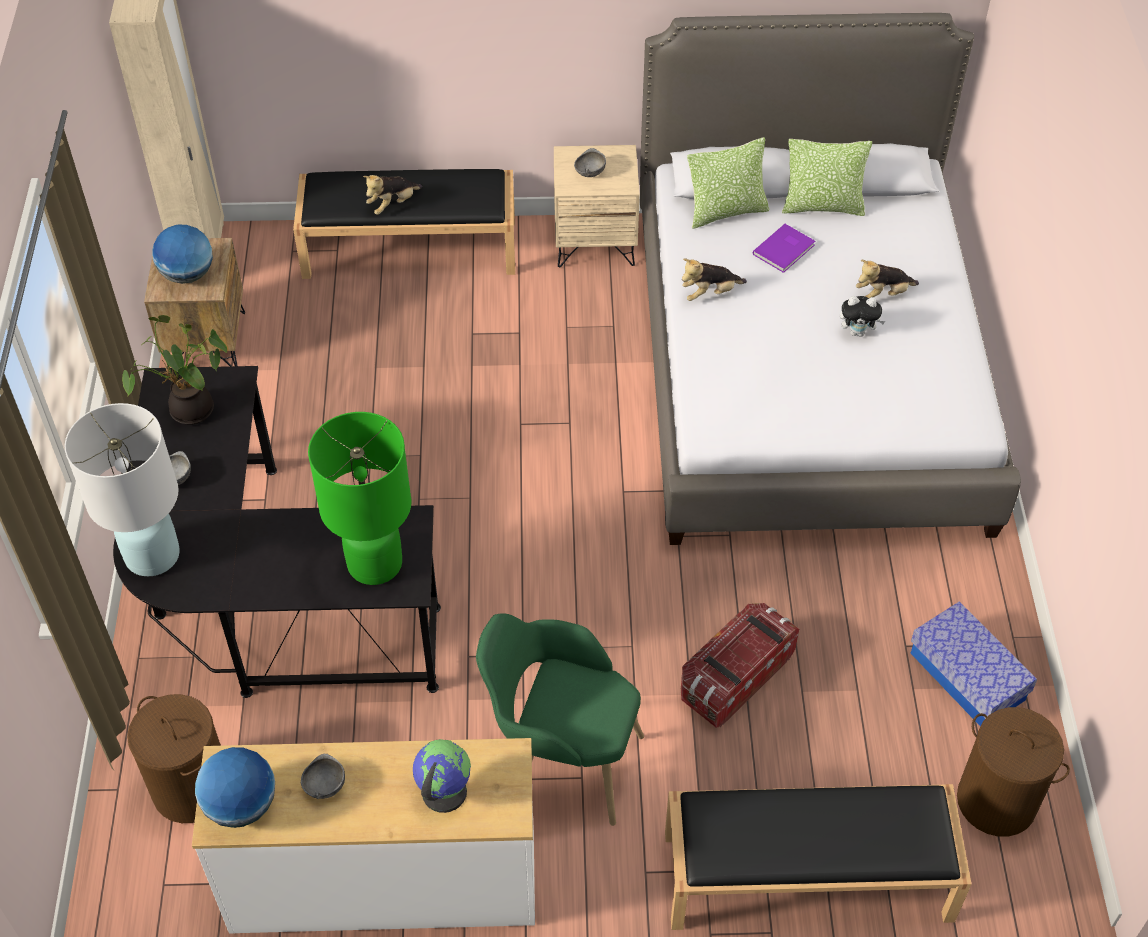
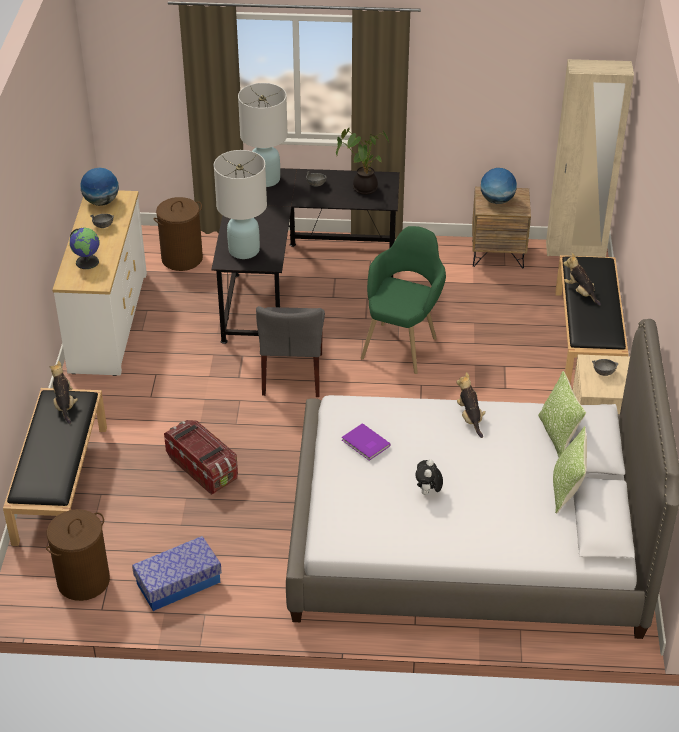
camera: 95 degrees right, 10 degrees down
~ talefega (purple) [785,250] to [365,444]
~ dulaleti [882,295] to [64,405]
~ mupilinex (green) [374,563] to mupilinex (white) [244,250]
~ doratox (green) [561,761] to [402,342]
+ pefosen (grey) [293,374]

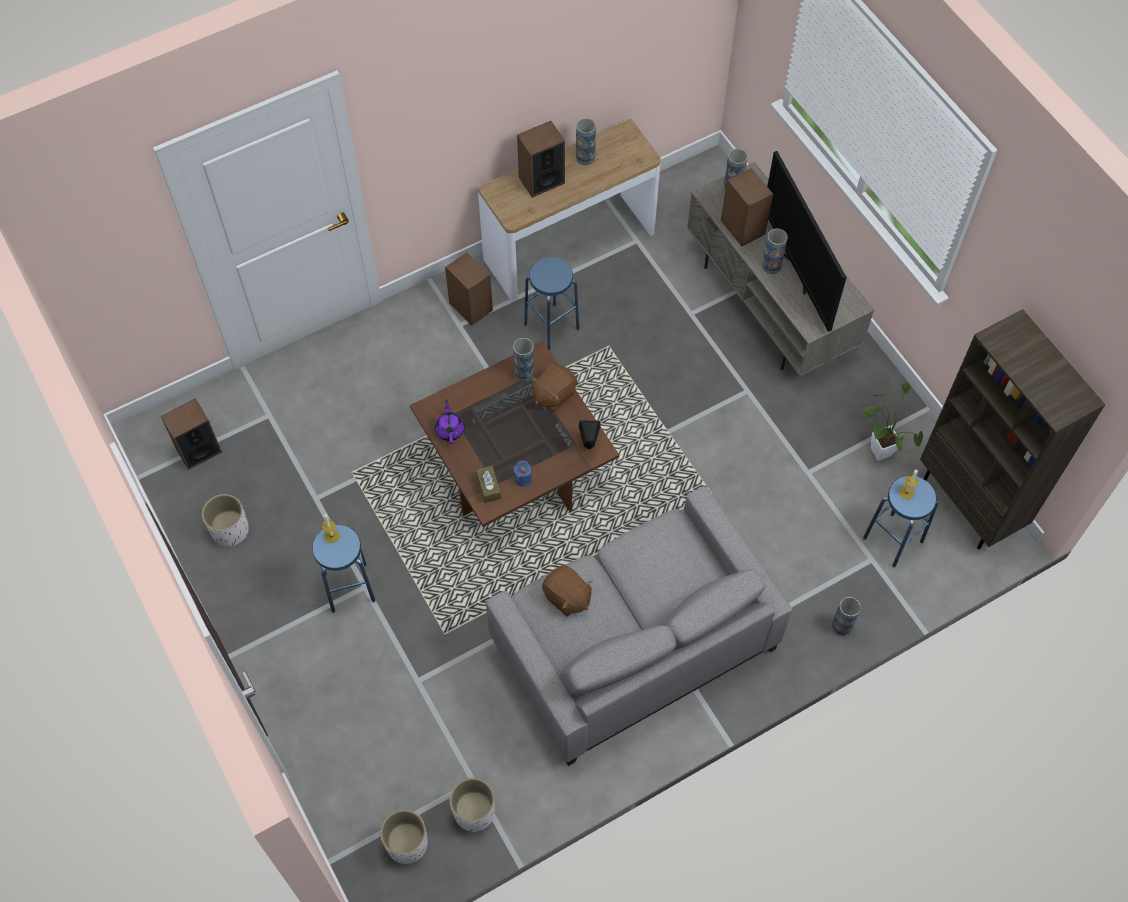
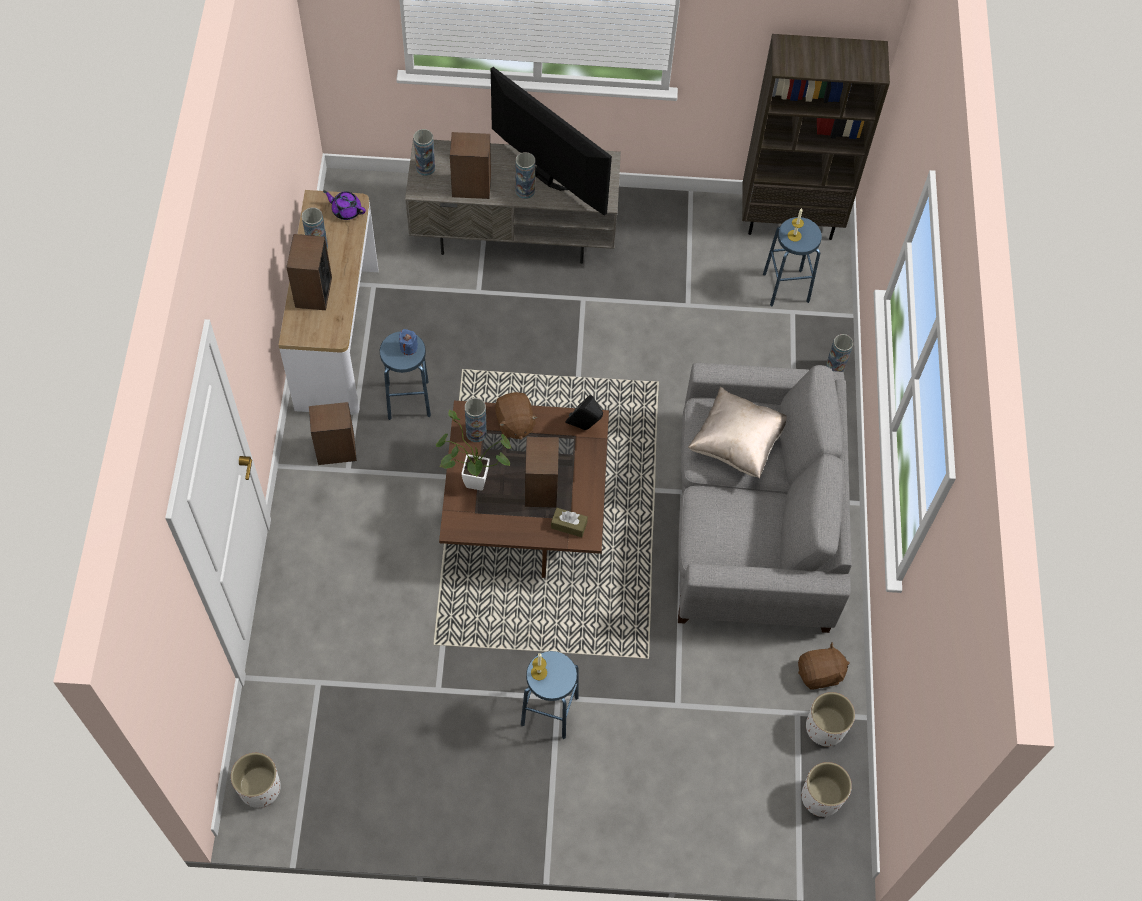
camera: 60 degrees left, 0 degrees up
~ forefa [798,272] = [546,177] 150 degrees counterclockwise
~ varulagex [878,448] to [471,481]
~ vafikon [198,450] to [540,489]
~ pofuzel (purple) [450,429] to [346,210]
~ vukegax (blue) [523,479] to [408,347]
~ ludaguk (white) [230,530] to [260,788]
~ dulaleti (brown) [567,597] to [820,674]
+ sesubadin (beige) [736,443]

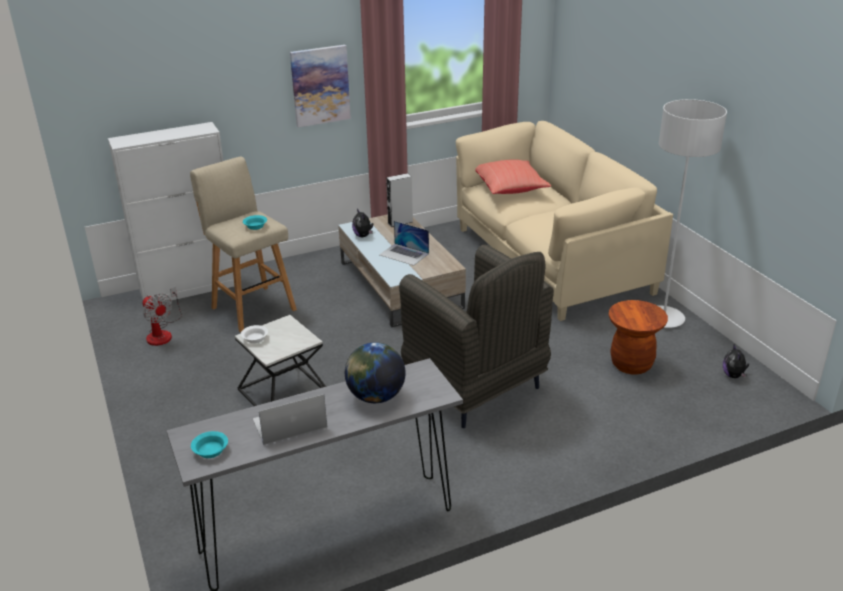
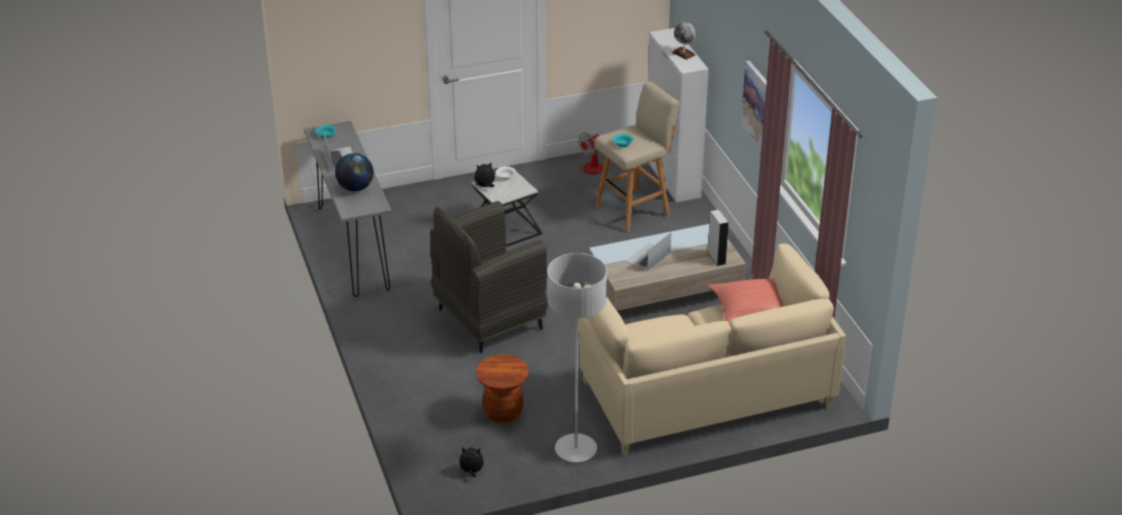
camera: 95 degrees right, 5 degrees up
~ dulaleti [363,236] to [485,186]
+ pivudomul [683,54]

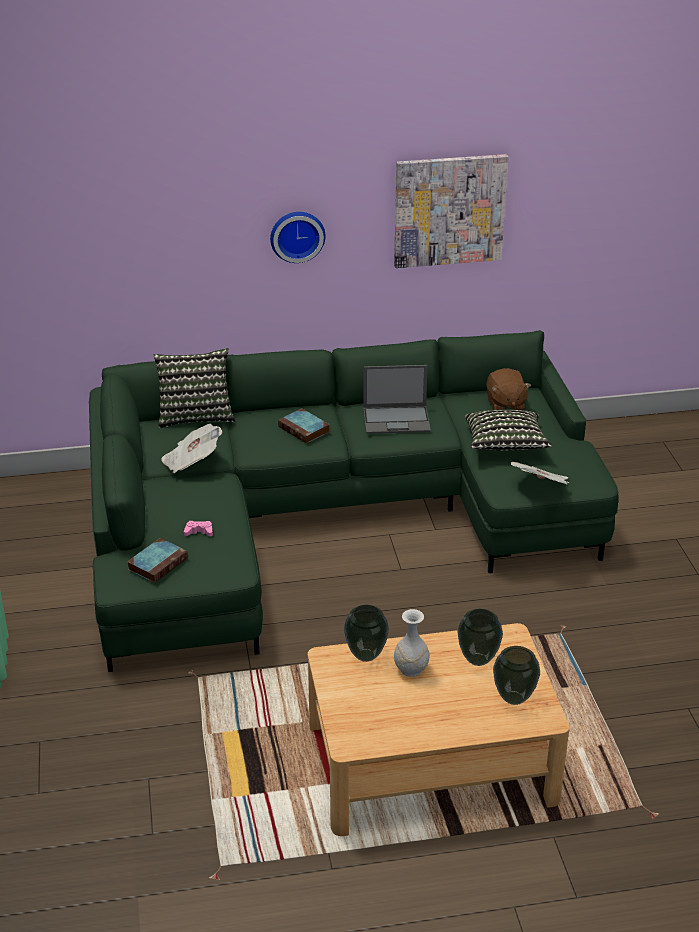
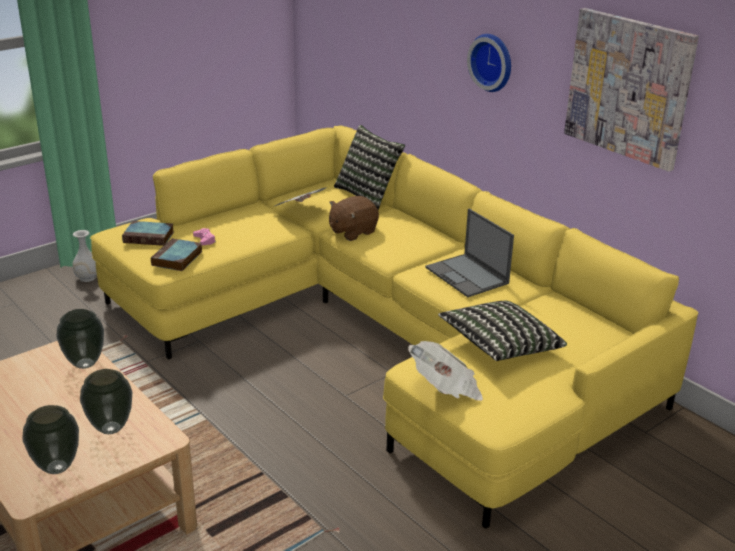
camera: 60 degrees right, 5 degrees down
~ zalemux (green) [326,518] to zalemux (yellow) [383,333]
~ dulaleti (brown) [505,404] to [352,232]
~ talefega [305,429] to [177,259]
~ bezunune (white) [410,669] to [87,278]

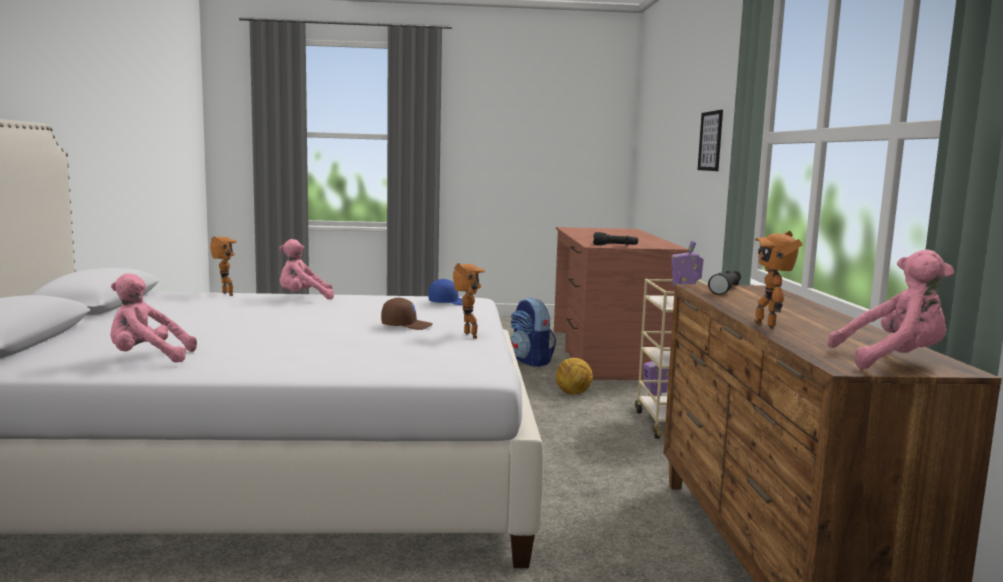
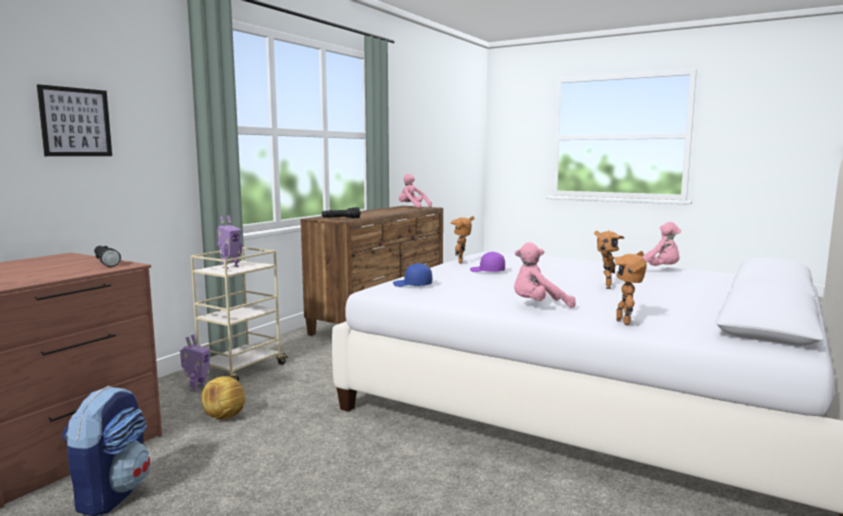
camera: 145 degrees left, 0 degrees up
~ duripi [768,324] to [605,287]
~ dulaleti (pink) [303,298] = [538,306] 150 degrees clockwise
~ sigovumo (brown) [406,326] to sigovumo (purple) [487,271]

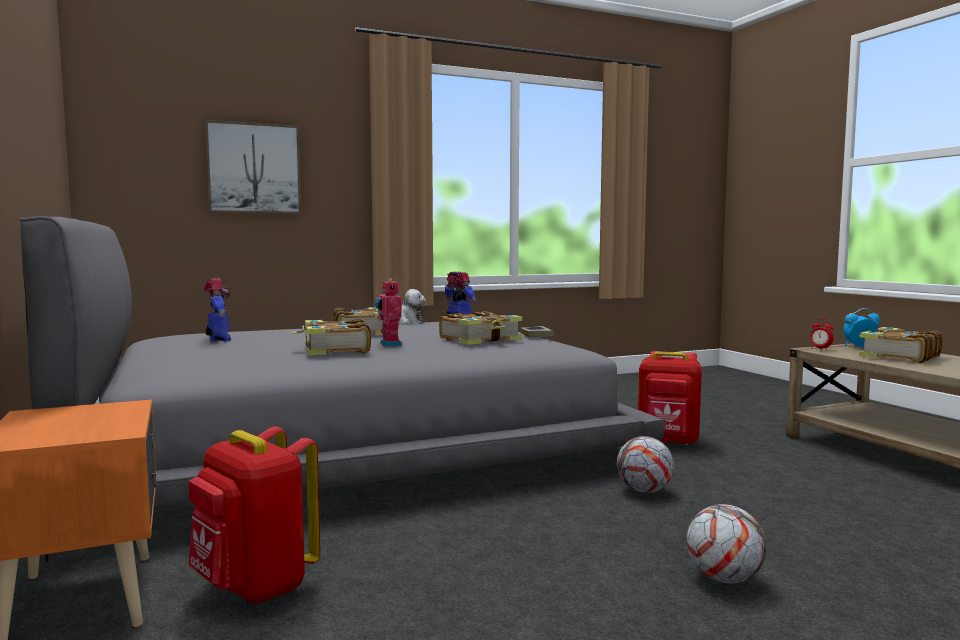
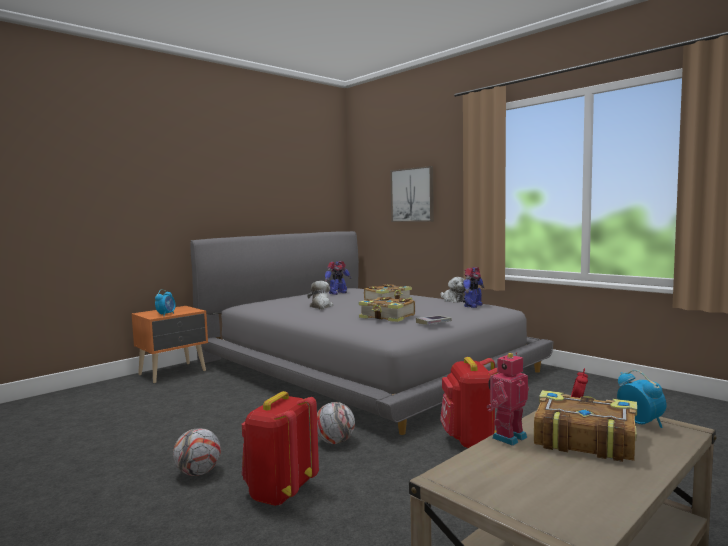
camera: 70 degrees right, 0 degrees up
~ duripi [389,344] to [507,437]
~ talefega [334,350] to dulaleti [321,306]
~ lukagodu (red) [255,587] to [280,493]
+ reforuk [166,314]

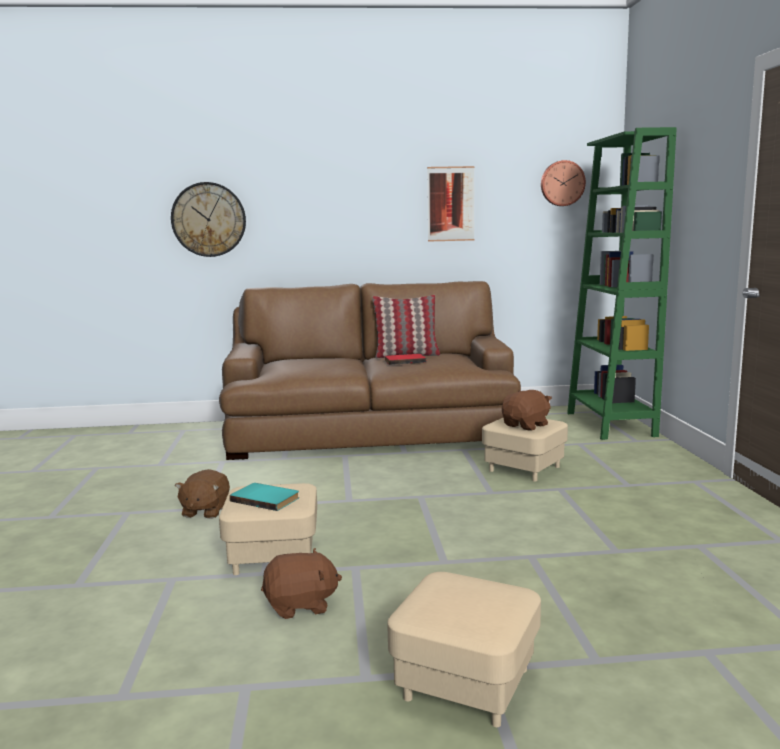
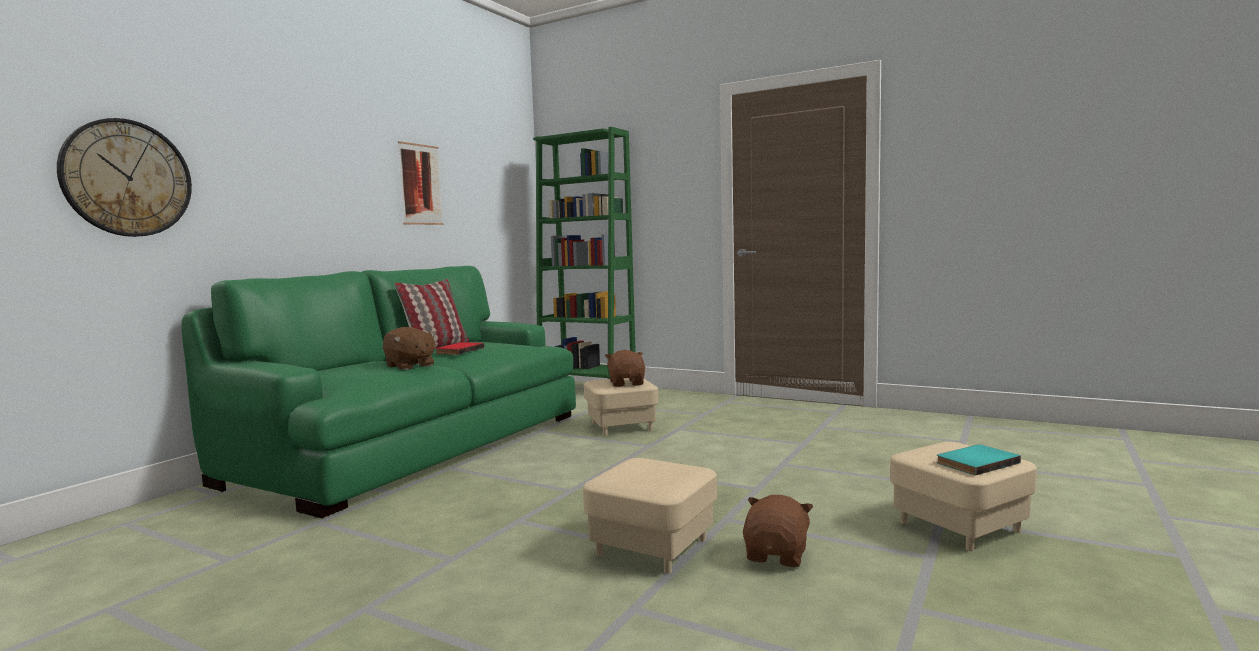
camera: 55 degrees left, 5 degrees down
- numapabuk [562,183]
~ zalemux (brown) [370,433] to zalemux (green) [415,447]
~ dulaleti (brown) [205,511] to [410,366]
~ talefega (turquoise) [266,498] to [975,462]

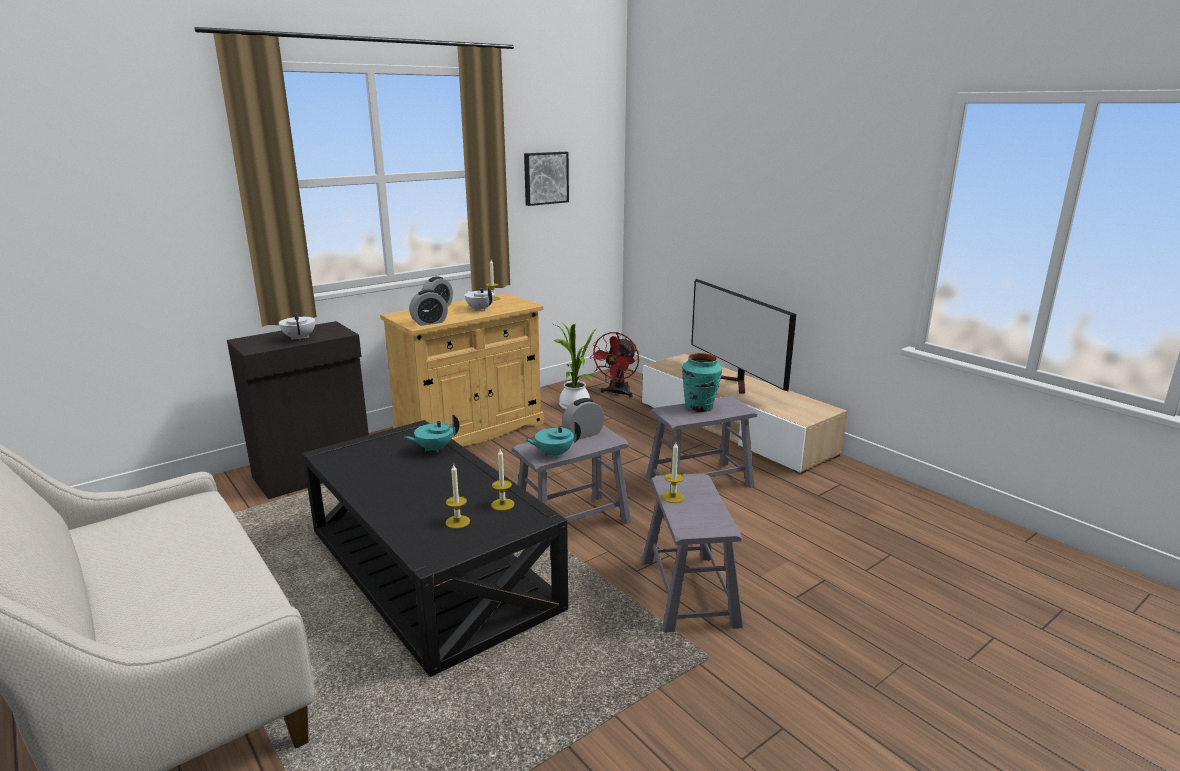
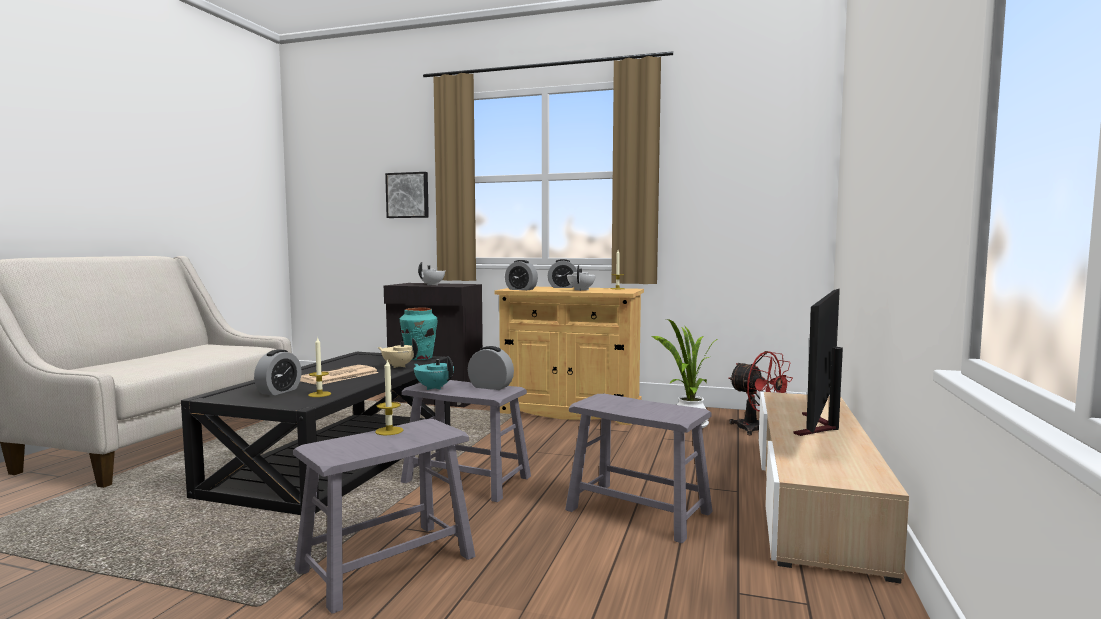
camera: 55 degrees right, 15 degrees down
~ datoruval [545,178] to [408,195]
~ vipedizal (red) [617,393] = [757,430] 120 degrees counterclockwise
~ bezunune (turquoise) [699,407] to [419,358]
~ pofuzel (turquoise) [434,449] to pofuzel (beige) [398,366]
~ vukegax [457,522] to reforuk [279,391]
+ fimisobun [337,376]

